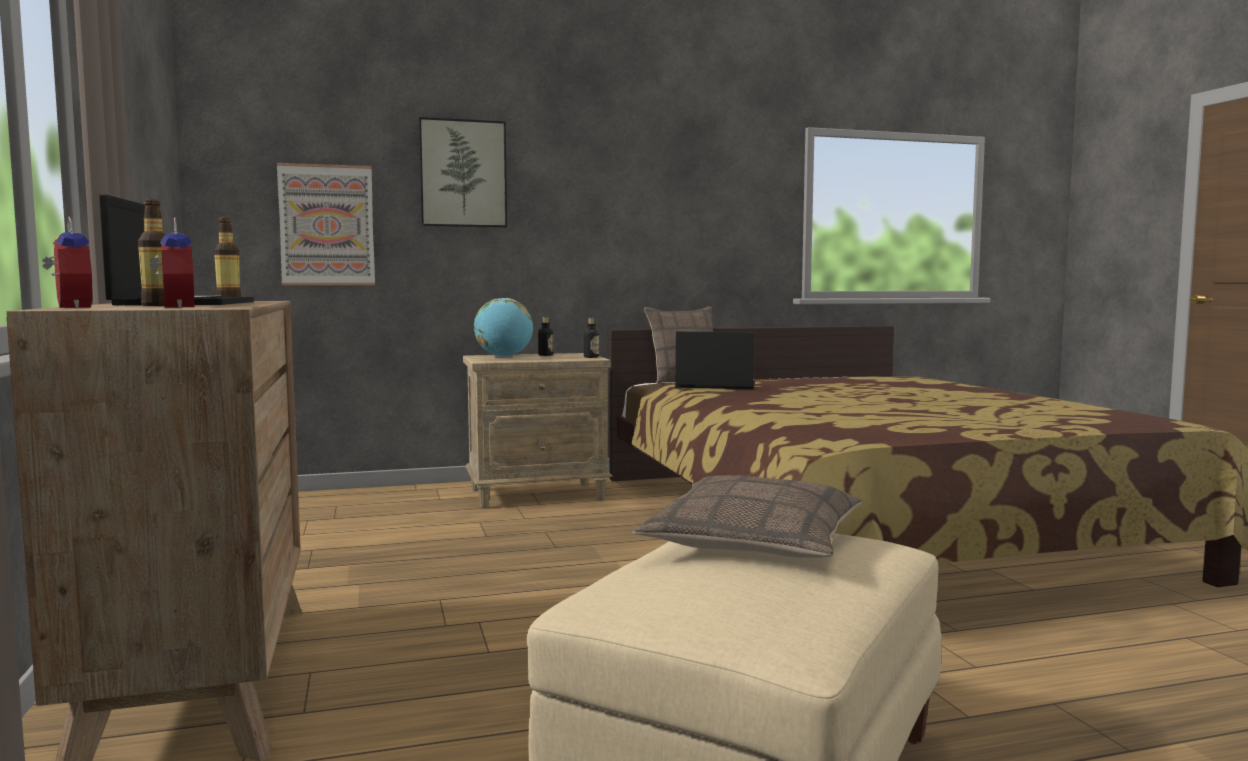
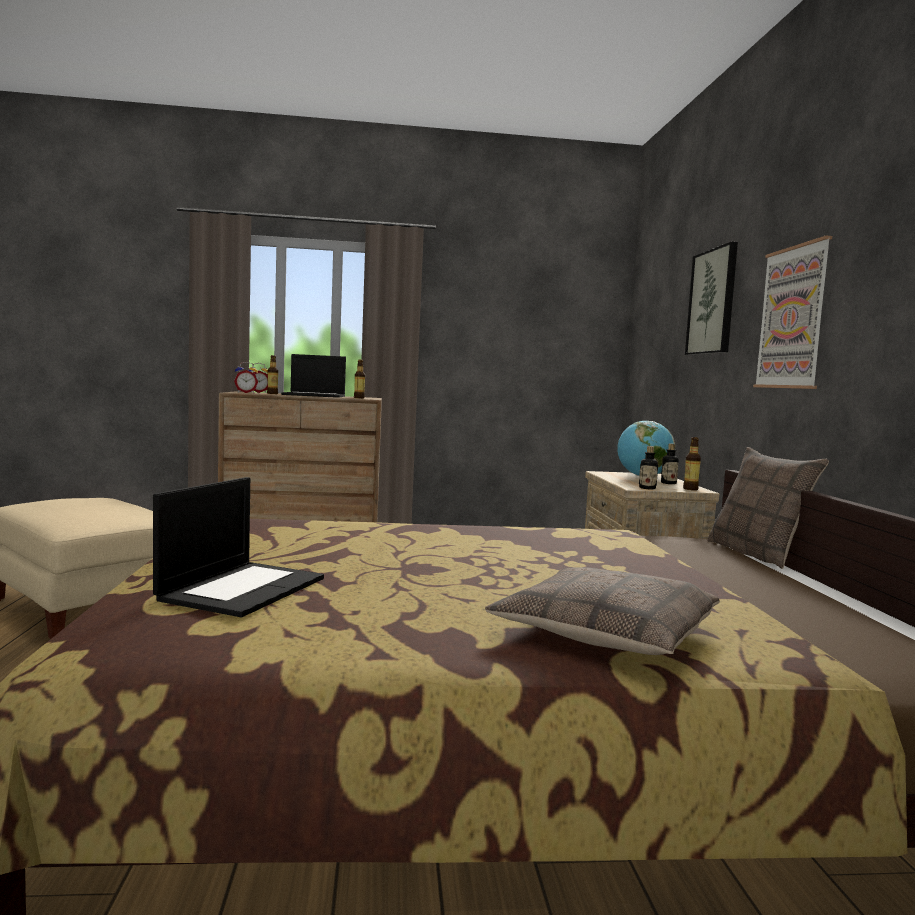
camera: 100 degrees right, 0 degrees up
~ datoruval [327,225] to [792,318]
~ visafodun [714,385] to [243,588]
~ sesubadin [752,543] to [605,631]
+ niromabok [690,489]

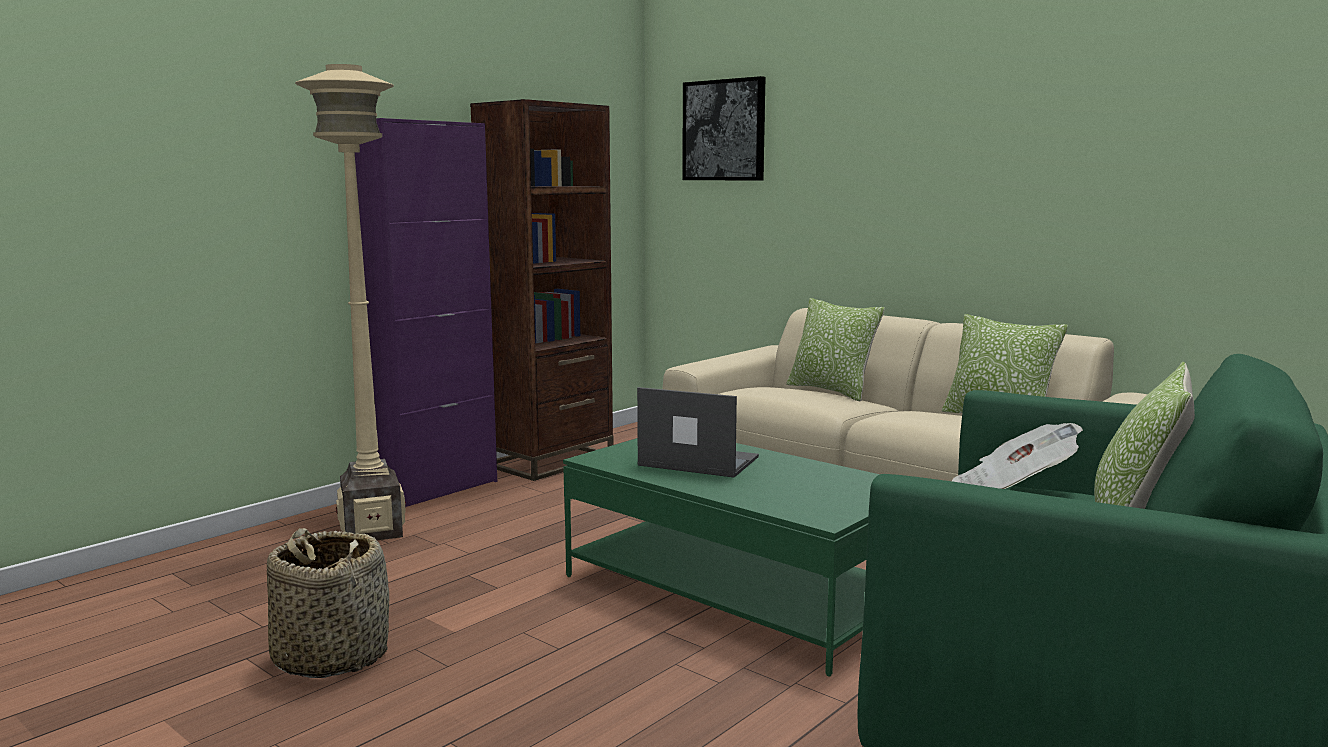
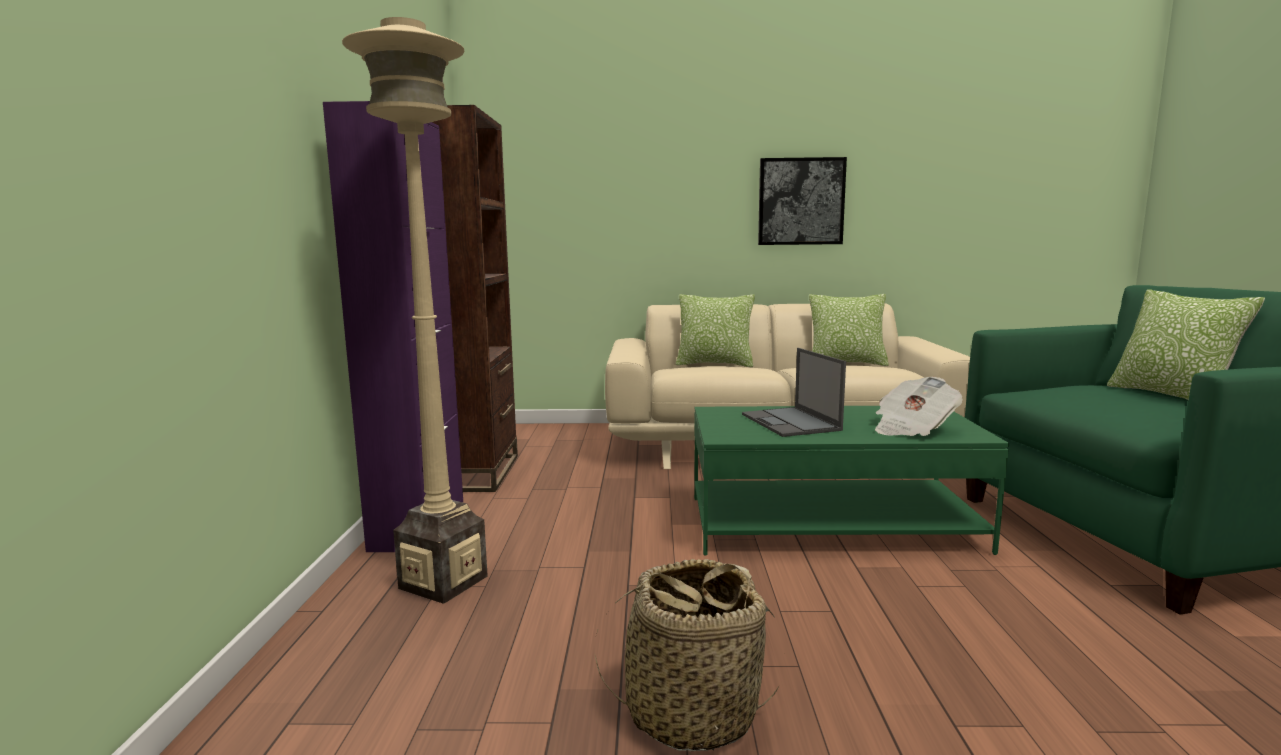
camera: 40 degrees left, 0 degrees up
~ datoruval [724,130] to [800,201]
~ visafodun [697,461] = [791,422] 90 degrees counterclockwise
~ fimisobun [1013,489] to [912,429]

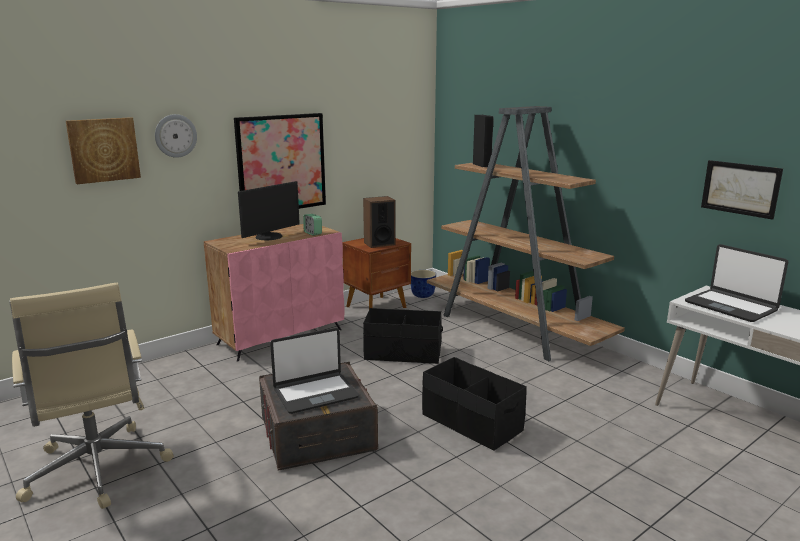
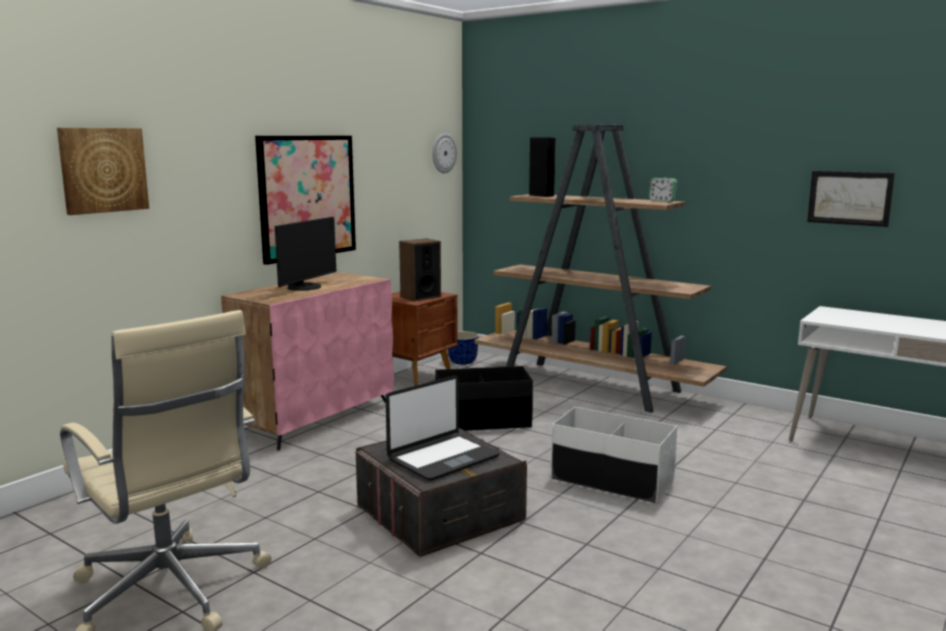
camera: 15 degrees left, 5 degrees down
~ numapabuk [175,136] to [443,153]
~ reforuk [313,233] to [662,201]
- visafodun [731,306]
~ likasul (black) [471,423] to likasul (white) [612,480]

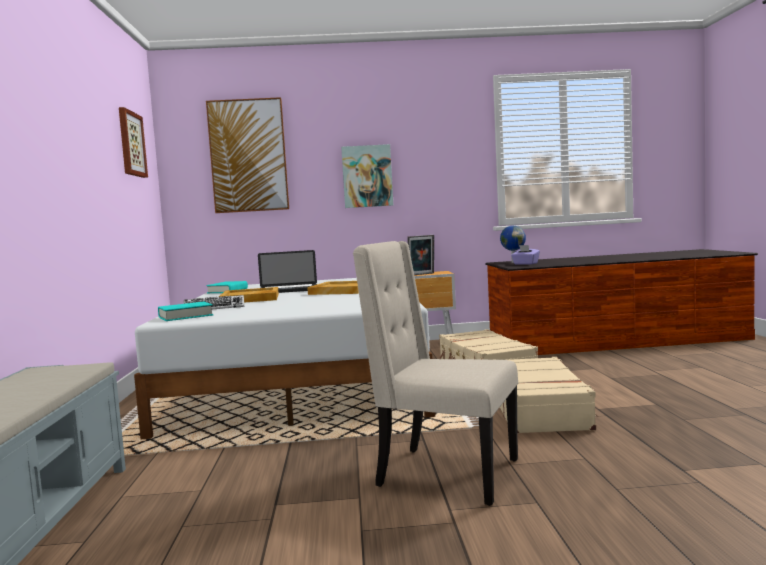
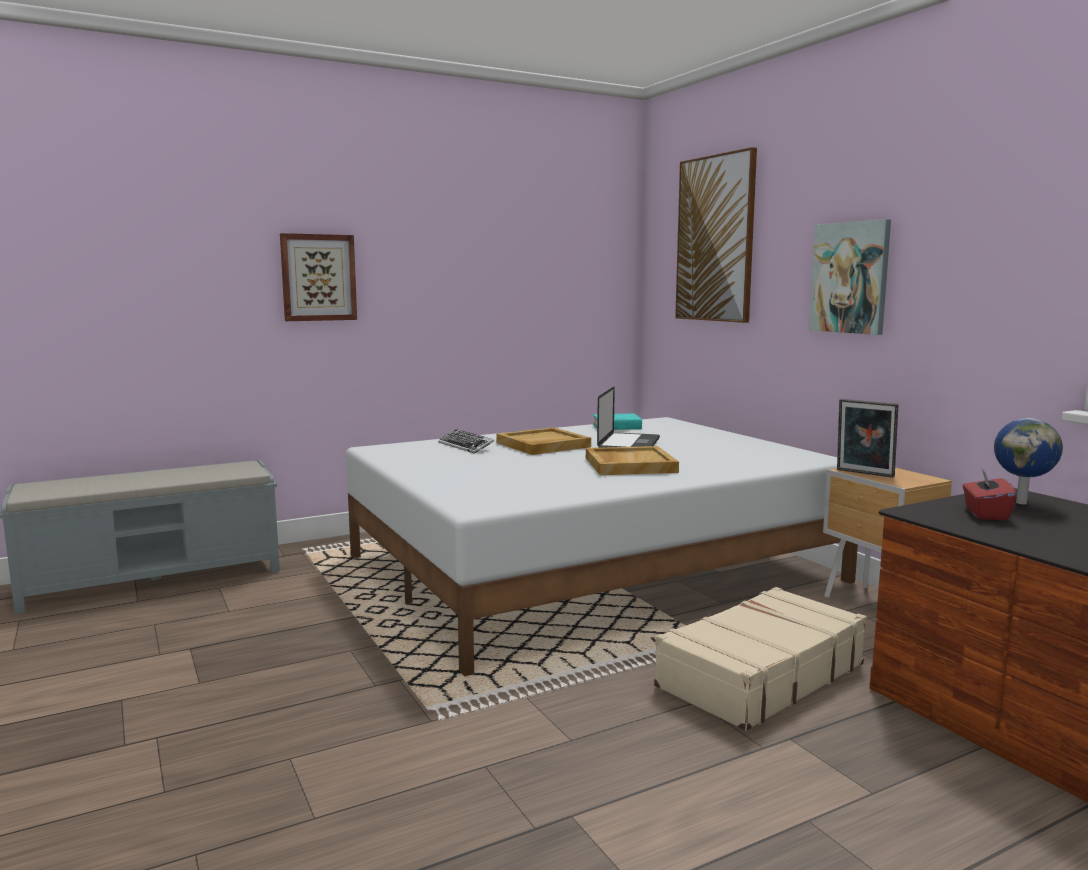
camera: 65 degrees right, 5 degrees up
~ datoruval [131,144] to [318,277]
- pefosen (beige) [444,473]
~ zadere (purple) [525,264] to zadere (red) [985,514]
~ visafodun [287,290] = [629,445] 135 degrees counterclockwise
- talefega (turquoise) [185,316]
- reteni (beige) [538,409]

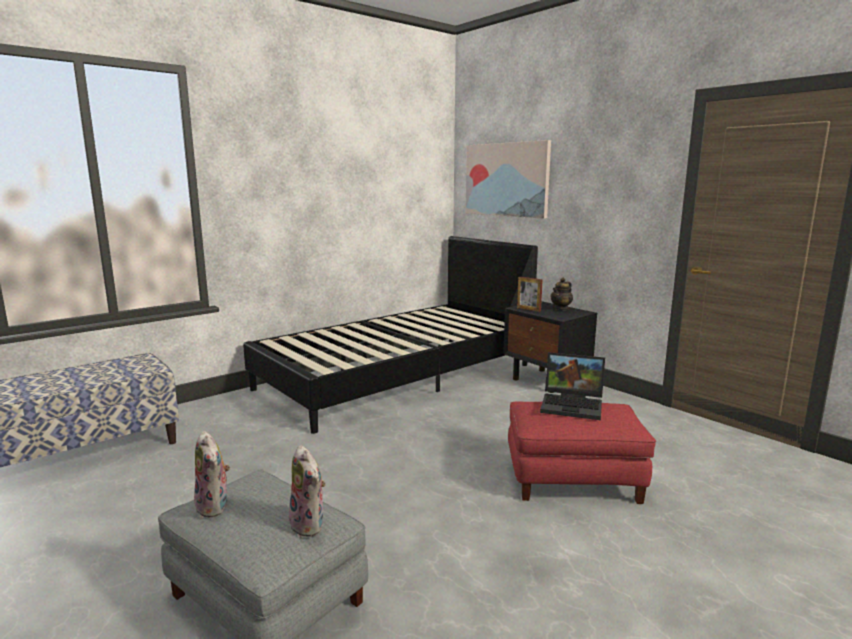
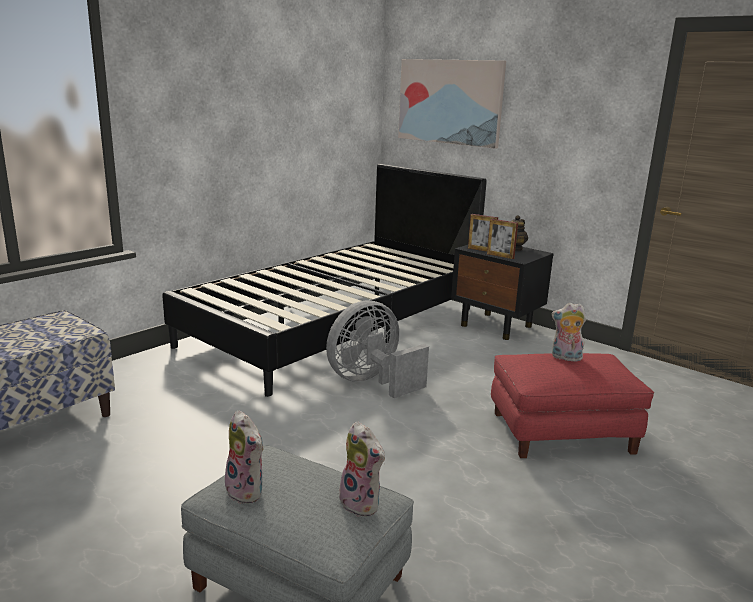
camera: 10 degrees left, 5 degrees up
~ visafodun [573,405] to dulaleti [565,358]
+ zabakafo [500,256]
+ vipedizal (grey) [372,382]

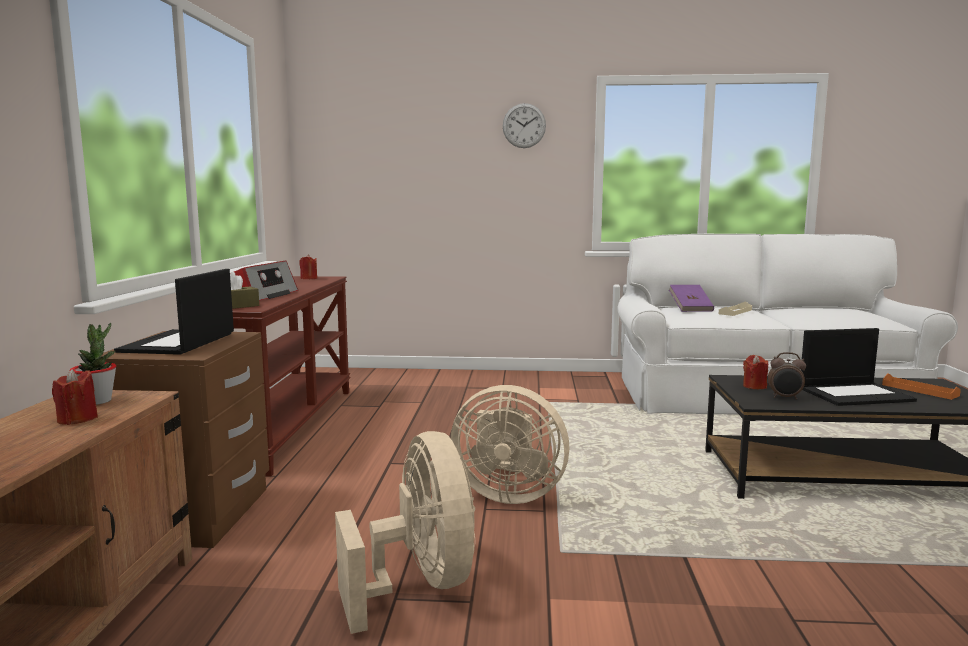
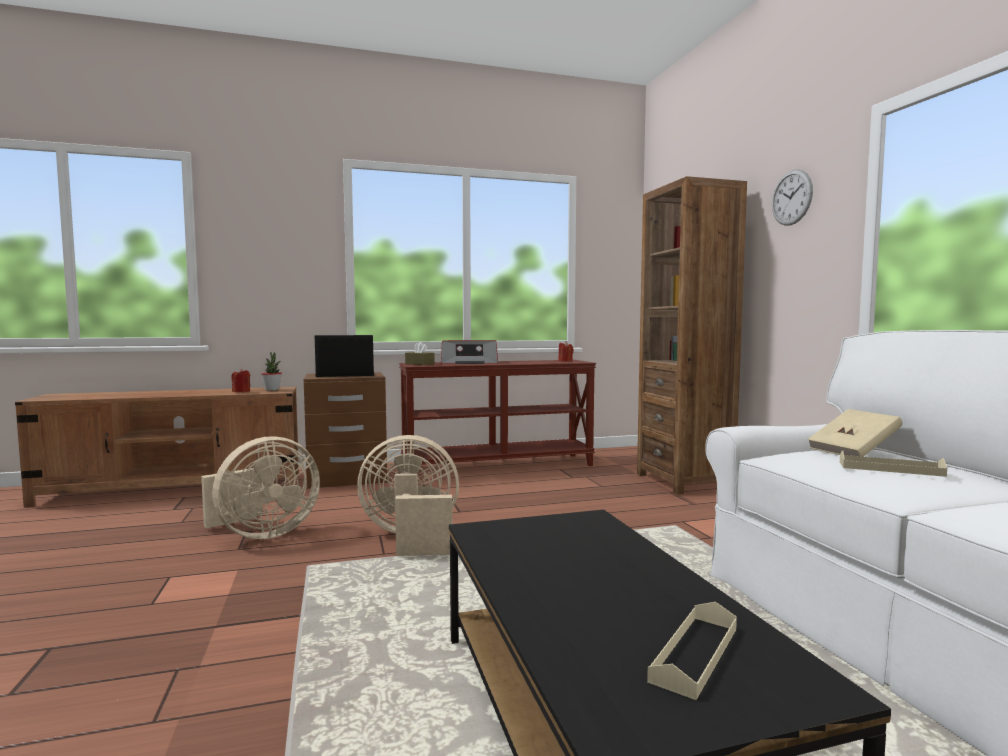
camera: 70 degrees right, 5 degrees down
~ talefega (purple) [690,308] to talefega (beige) [853,451]
- visafodun [855,394]
- reforuk [785,397]
- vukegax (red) [754,386]
~ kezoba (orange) [919,390] to kezoba (beige) [695,654]
~ vipedizal (beige) [508,494] = [411,538] 90 degrees clockwise
+ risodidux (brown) [684,481]

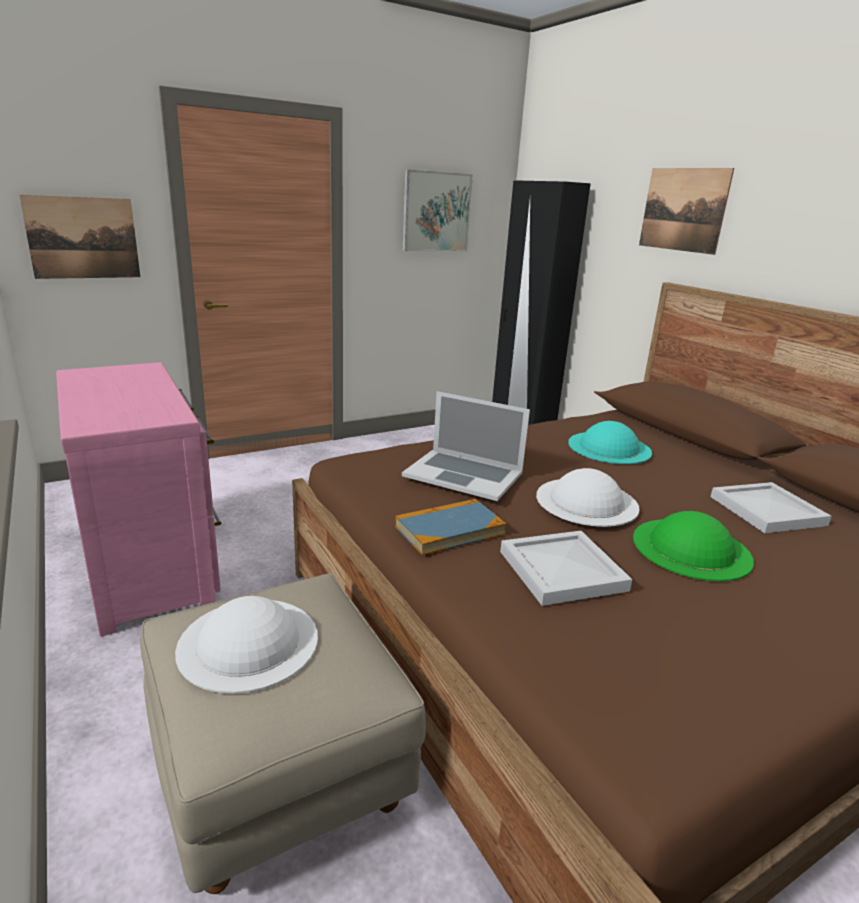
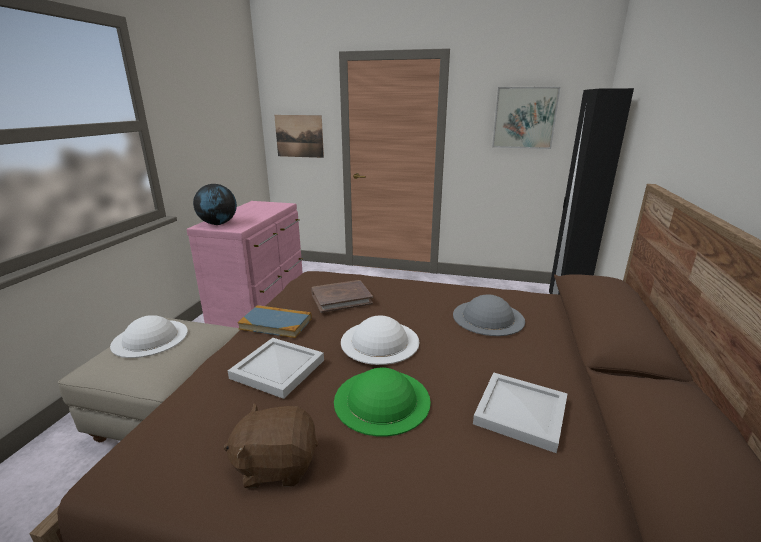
camera: 45 degrees right, 0 degrees up
- datoruval [683,209]
~ visafodun [463,474] to talefega (brown) [341,298]
~ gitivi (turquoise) [609,447] to gitivi (grey) [488,317]
+ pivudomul [218,224]
+ dulaleti (brown) [276,465]

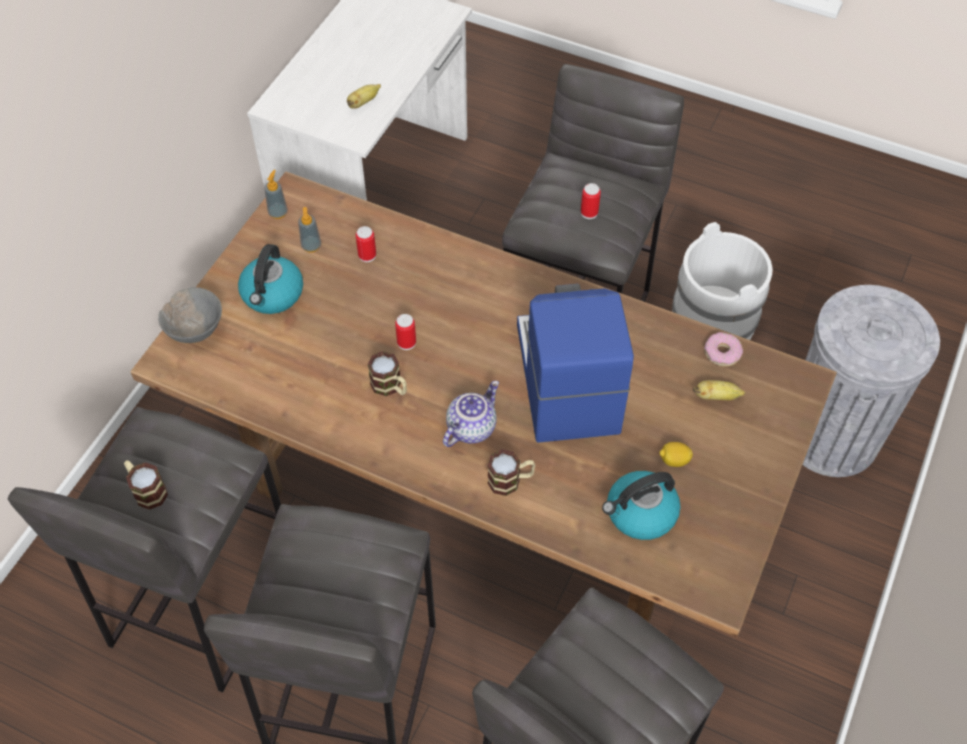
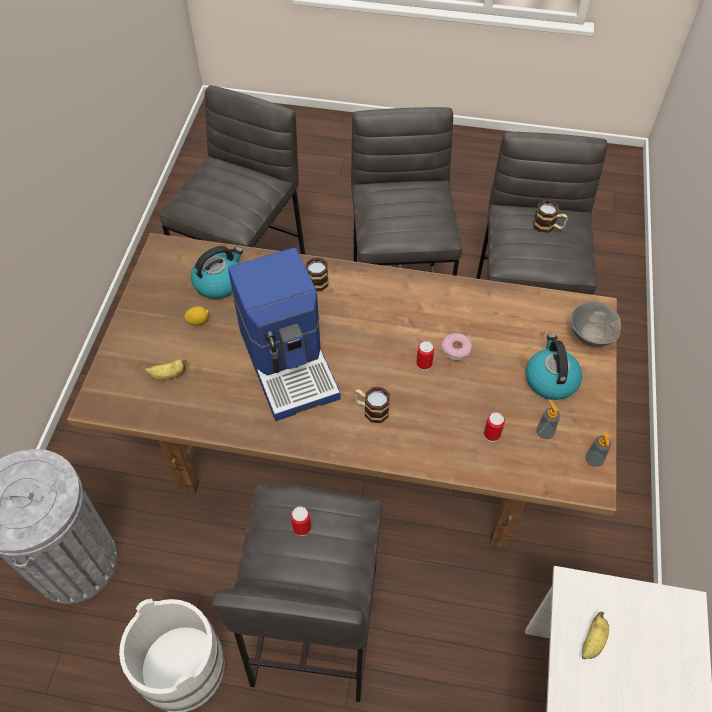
camera: 165 degrees right, 0 degrees up
~ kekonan [722,353] to [456,350]
~ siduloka [390,387] to [371,410]
- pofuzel [470,427]

